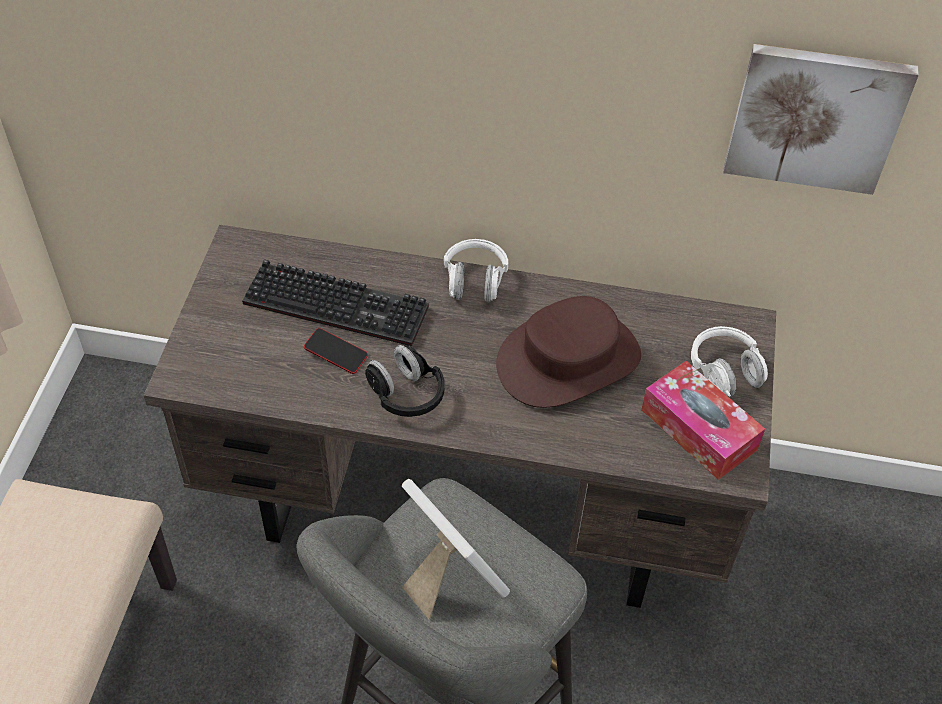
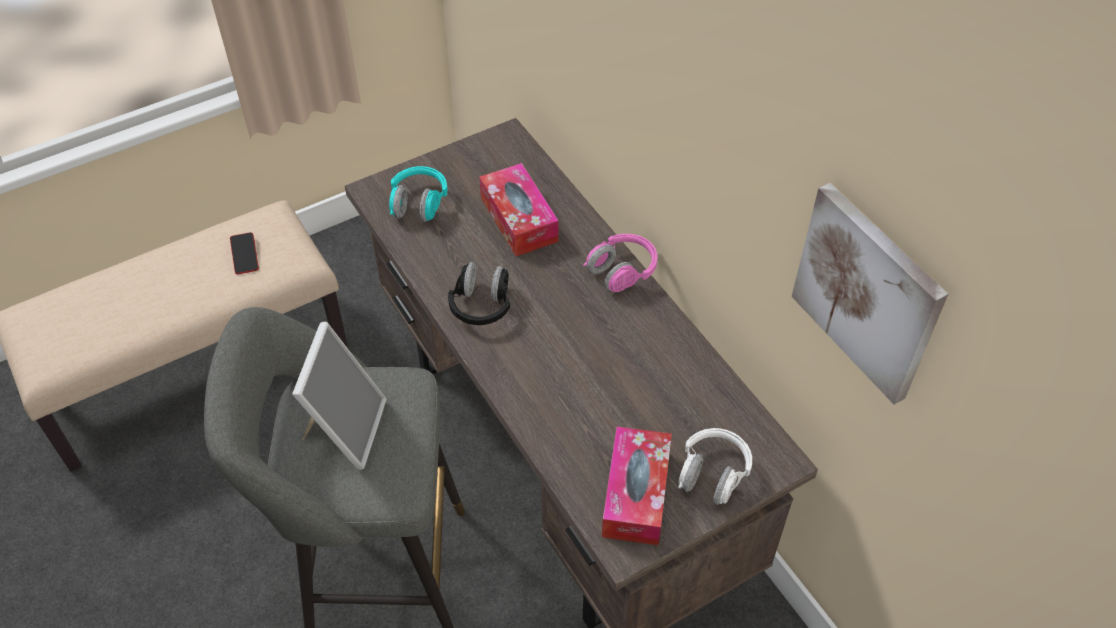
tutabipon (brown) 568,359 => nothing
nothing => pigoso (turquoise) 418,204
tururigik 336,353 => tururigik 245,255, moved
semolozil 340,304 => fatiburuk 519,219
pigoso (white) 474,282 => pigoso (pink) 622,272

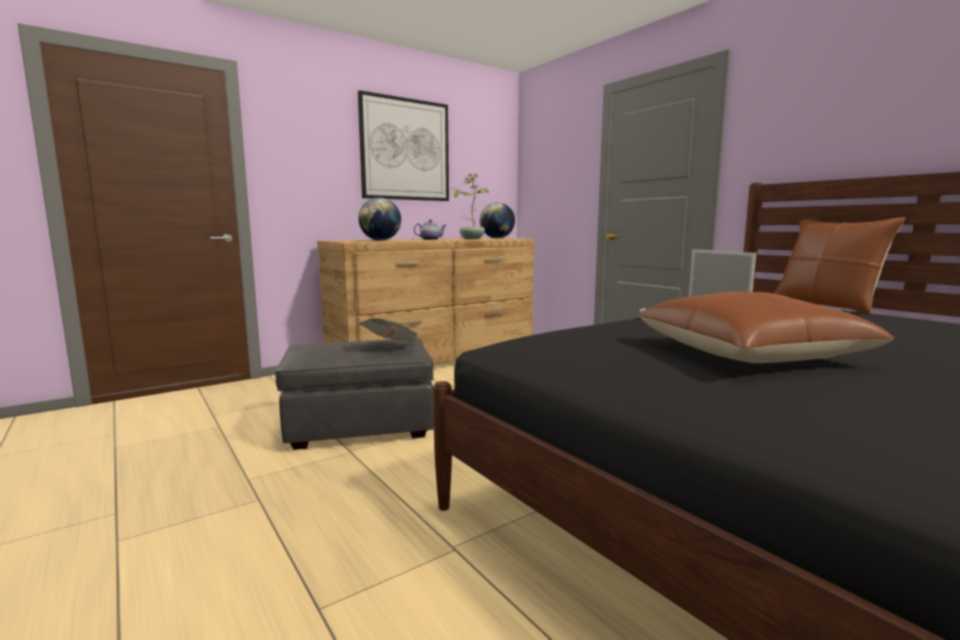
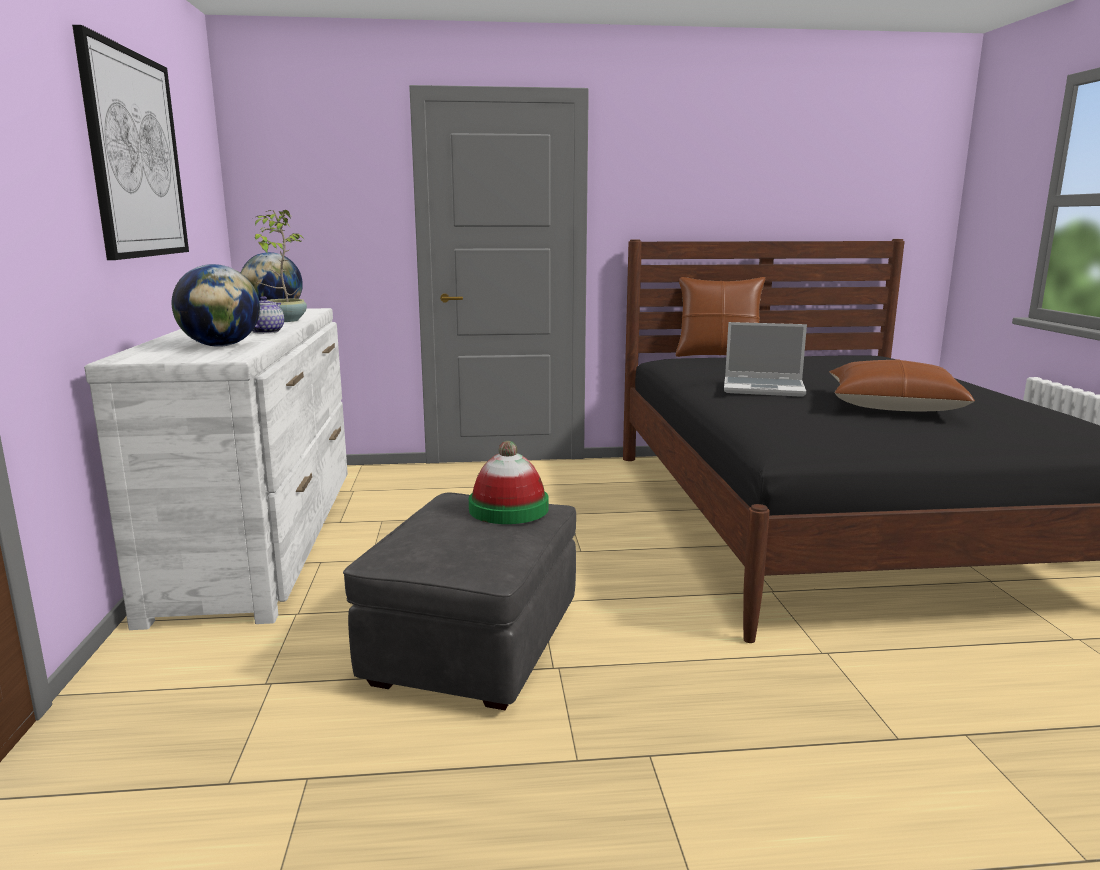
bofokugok 392,347 => tutabipon 508,509
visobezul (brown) 436,359 => visobezul (white) 263,537

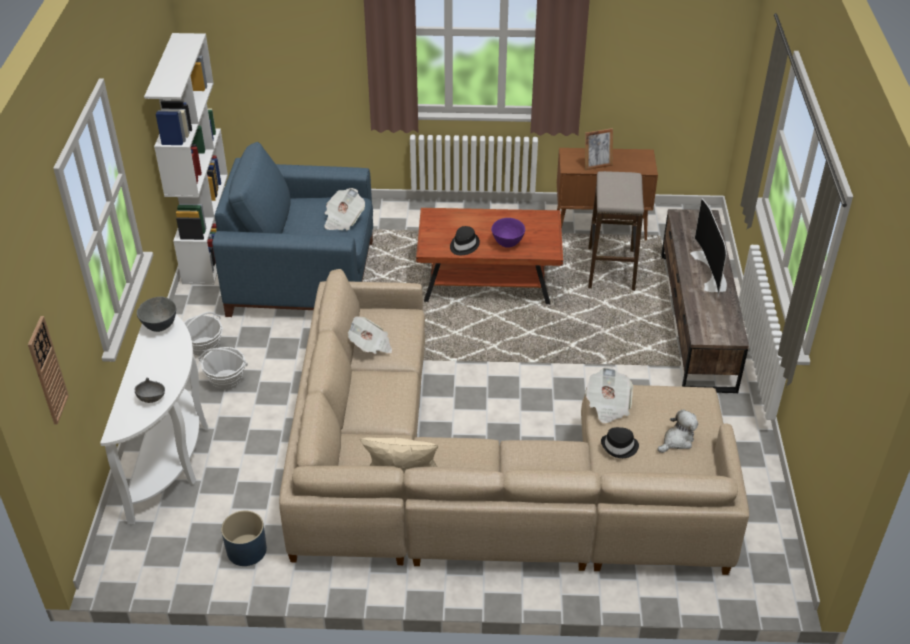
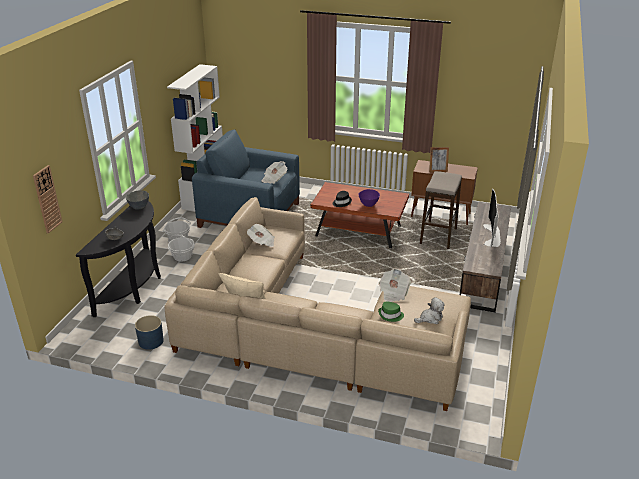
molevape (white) 173,455 => molevape (black) 134,287
tutabipon (black) 619,446 => tutabipon (green) 390,315

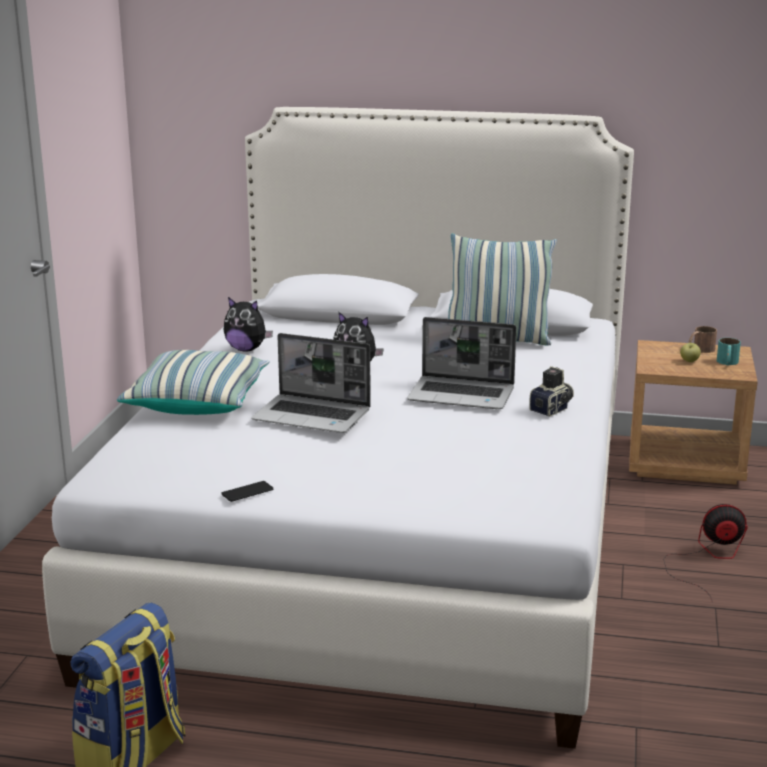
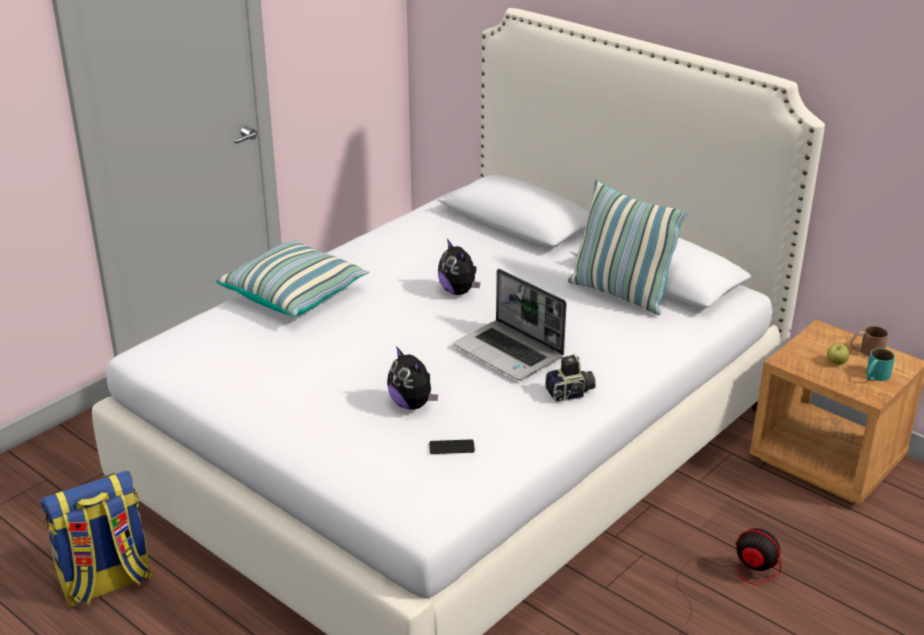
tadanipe 313,416 => nothing
tururigik 247,492 => tururigik 451,447, moved
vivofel 247,349 => vivofel 412,404, moved

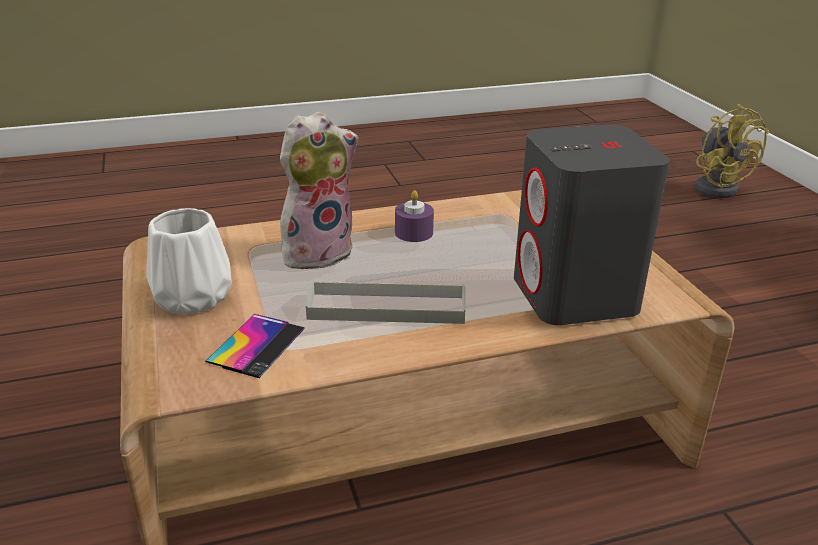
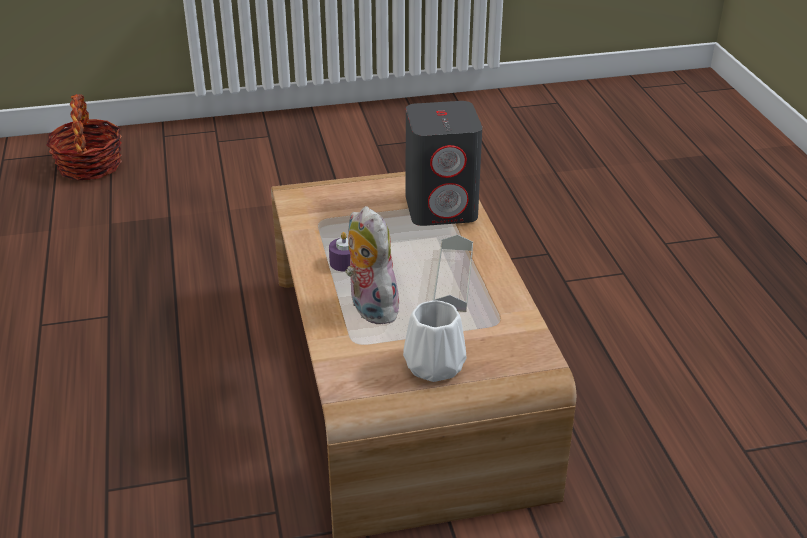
tururigik 256,345 => nothing
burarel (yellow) 717,186 => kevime 89,166

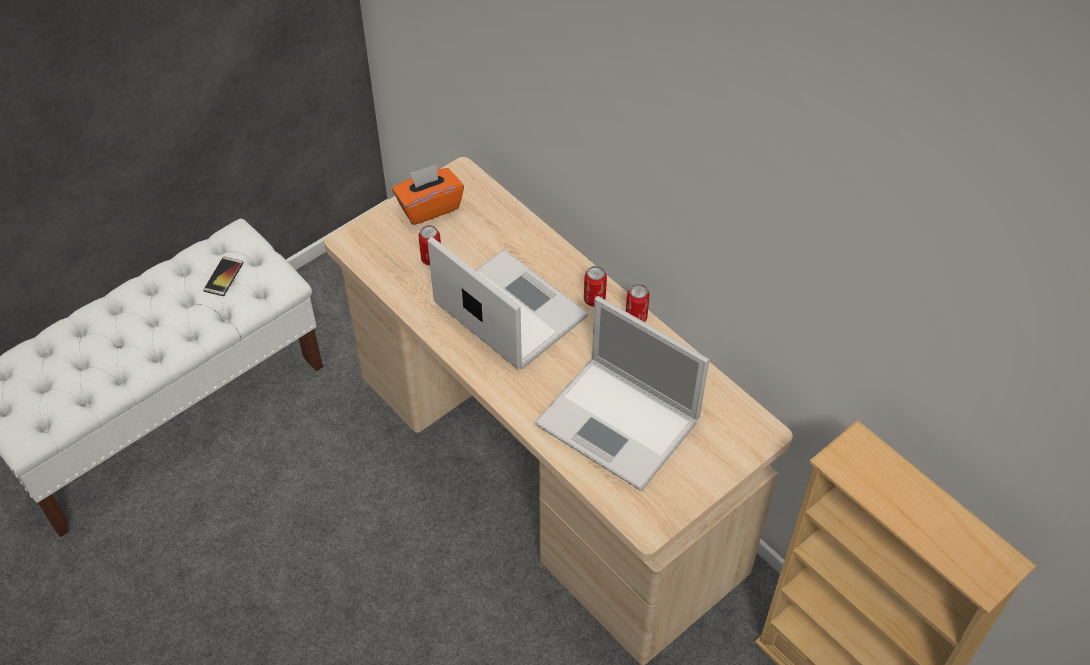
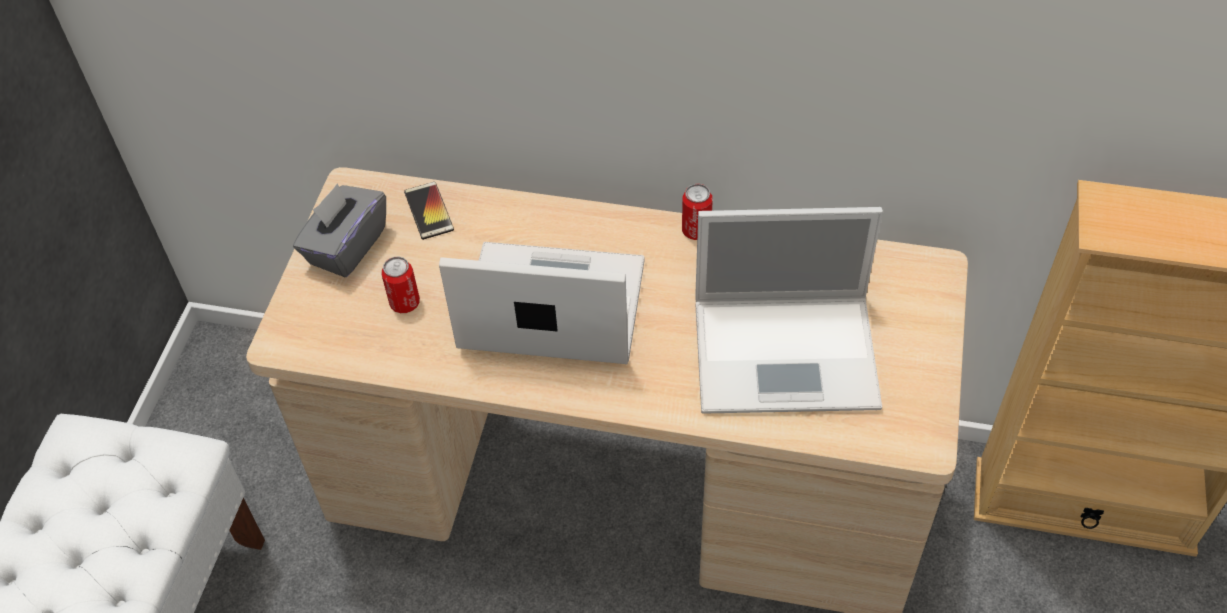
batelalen 594,299 => nothing
tururigik 223,277 => tururigik 429,211, moved
fatiburuk (orange) 429,207 => fatiburuk (grey) 346,247

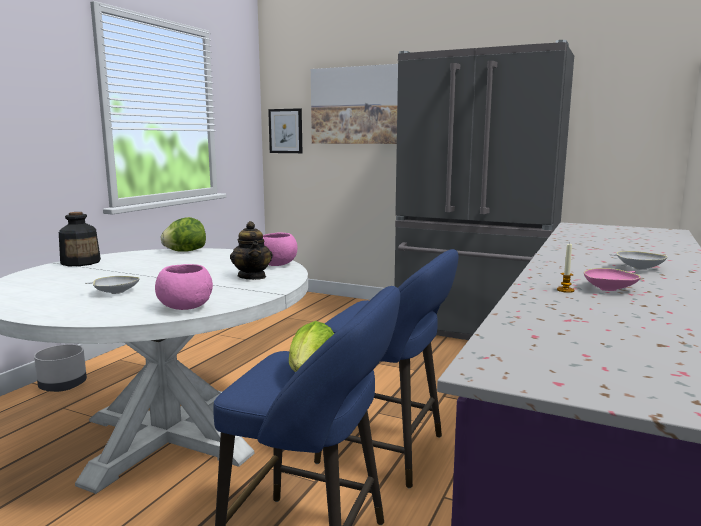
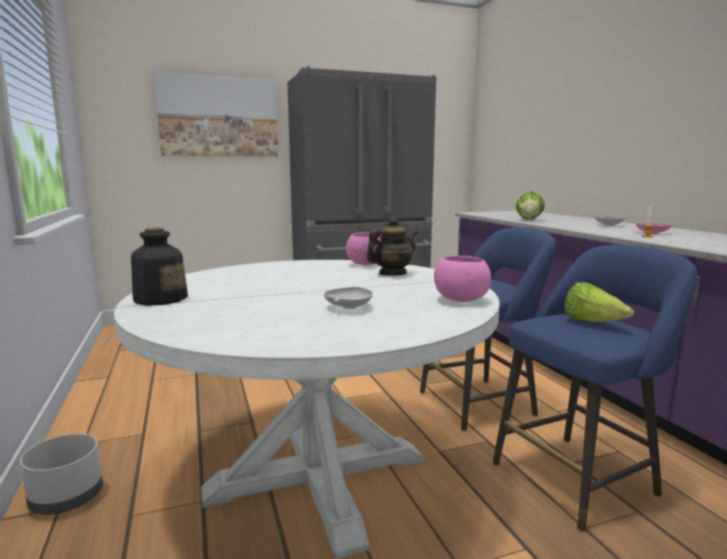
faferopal 285,131 => nothing
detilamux 185,251 => detilamux 529,219, moved
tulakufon 252,277 => tulakufon 392,274, 60 degrees counterclockwise

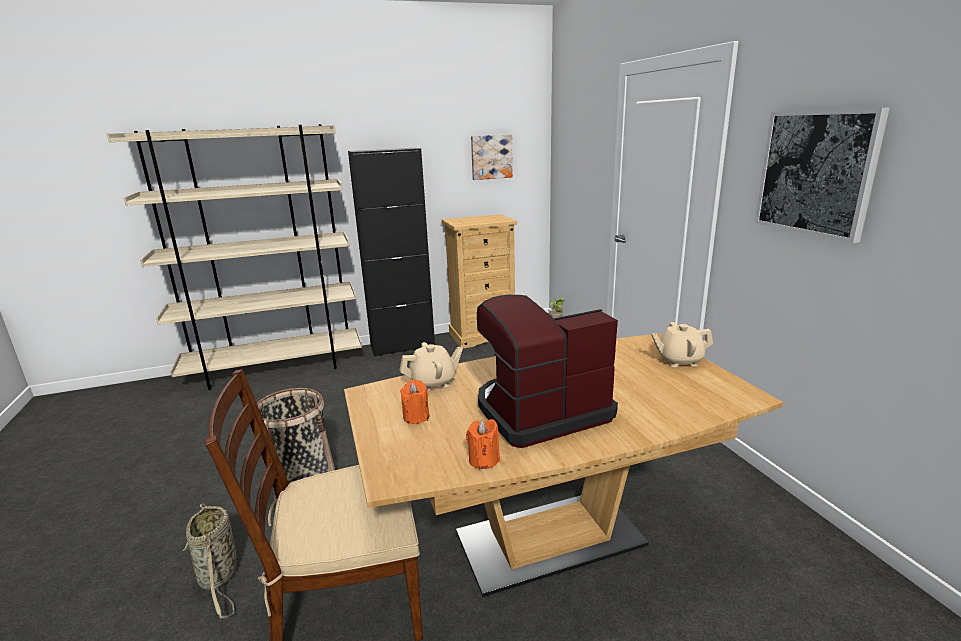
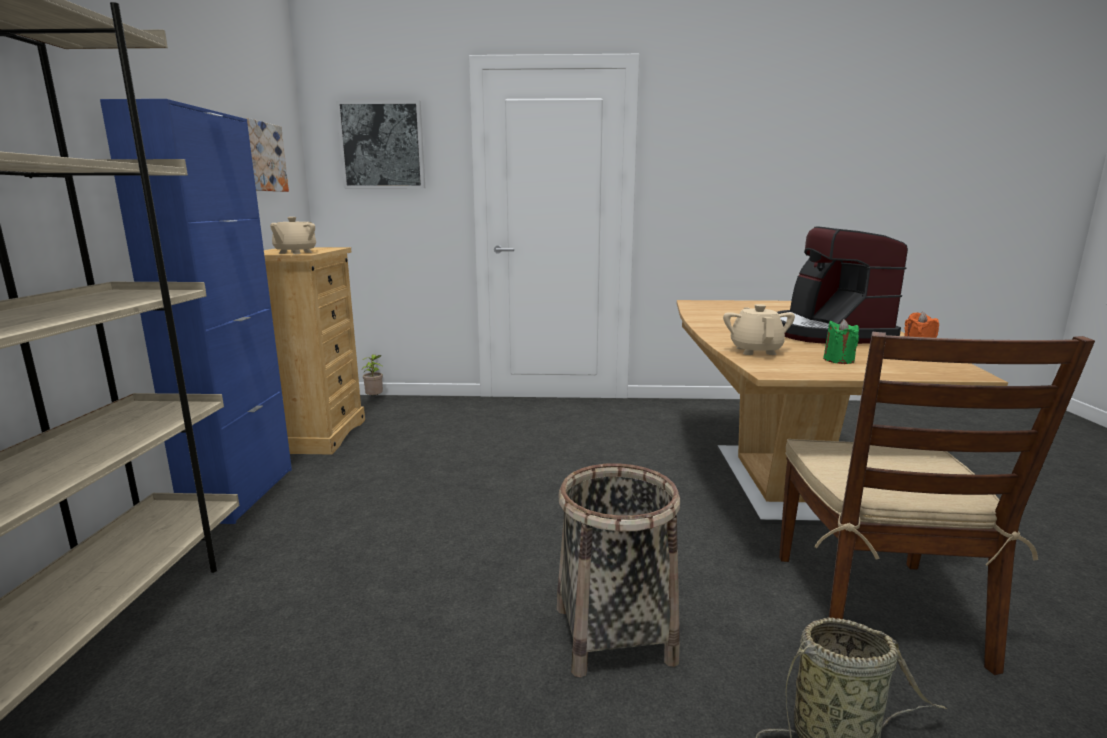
tulakufon (beige) 679,361 => tulakufon (beige) 295,253, moved
faferopal 816,172 => faferopal 382,145, moved
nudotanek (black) 402,346 => nudotanek (blue) 240,494
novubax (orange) 416,417 => novubax (green) 838,360

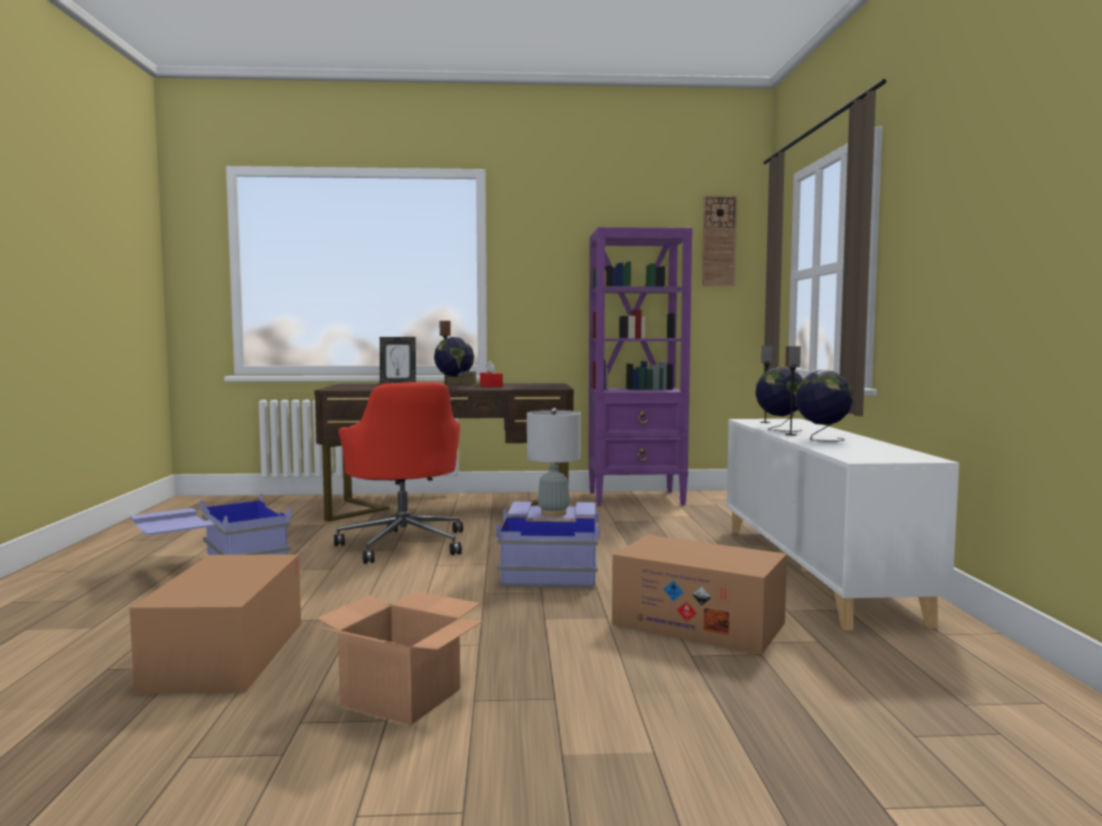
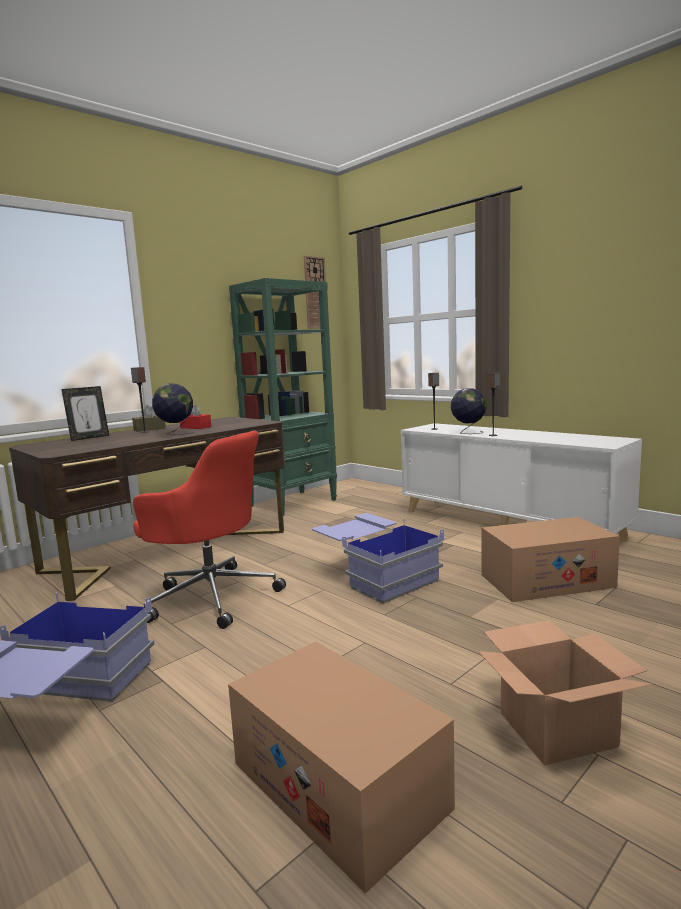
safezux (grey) 554,513 => nothing
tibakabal 822,439 => nothing
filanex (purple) 637,498 => filanex (green) 293,503

